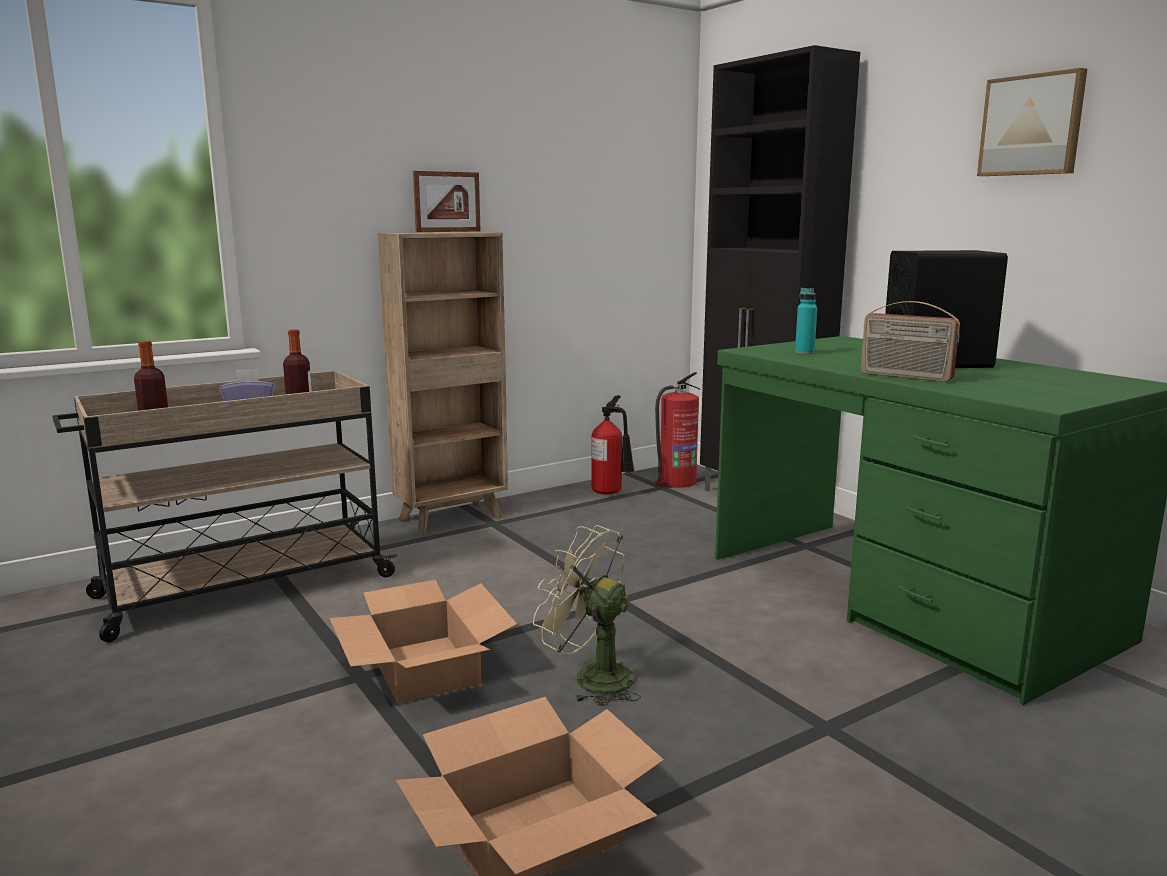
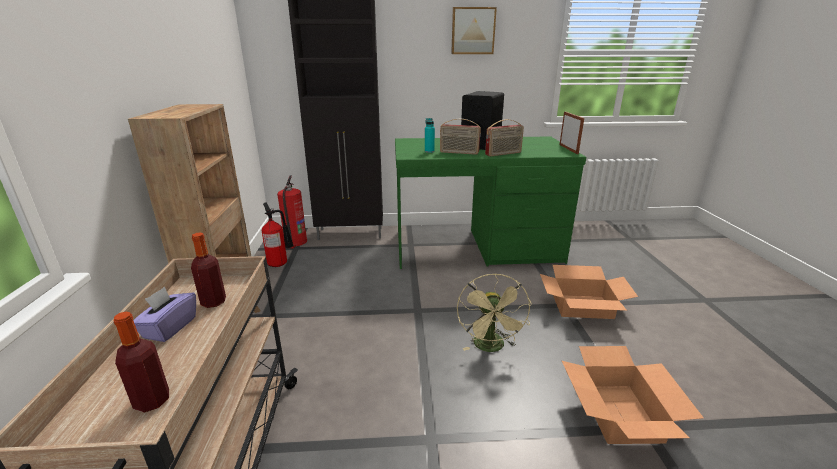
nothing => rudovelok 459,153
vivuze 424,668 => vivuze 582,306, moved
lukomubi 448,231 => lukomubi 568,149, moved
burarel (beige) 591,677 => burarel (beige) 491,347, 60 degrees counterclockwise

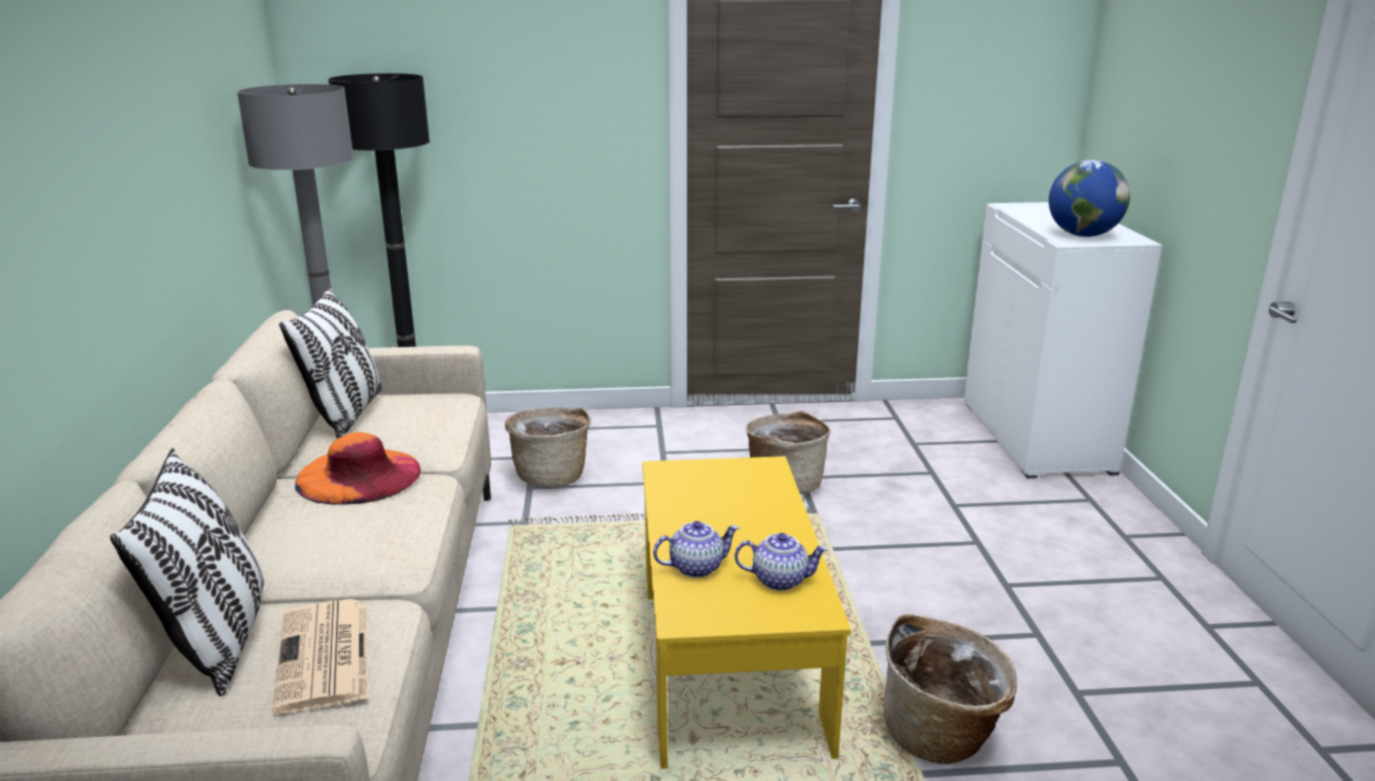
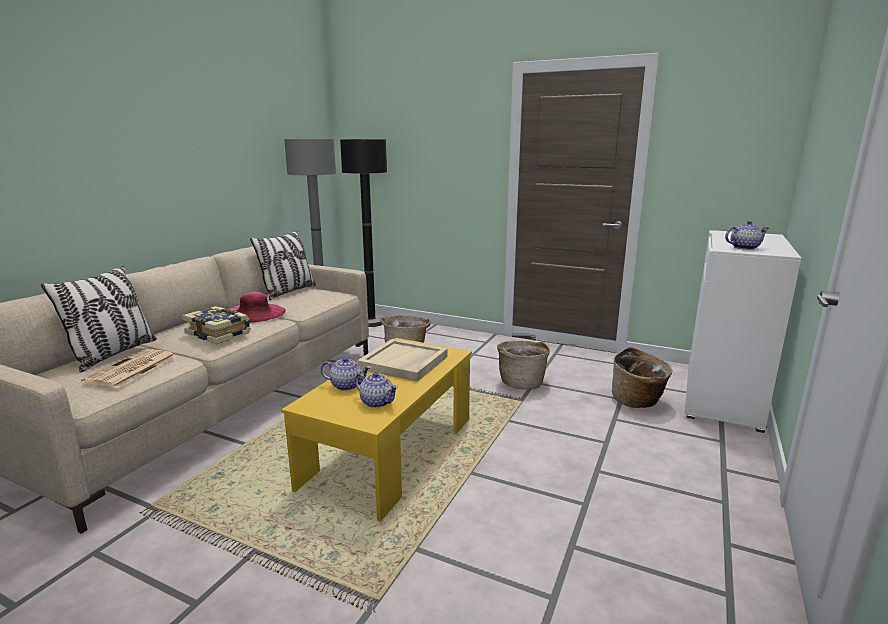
nothing => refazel 219,334
nothing => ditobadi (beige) 404,363
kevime 941,735 => kevime 637,401, moved
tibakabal 1082,235 => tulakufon 744,248
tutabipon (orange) 359,475 => tutabipon (pink) 254,313

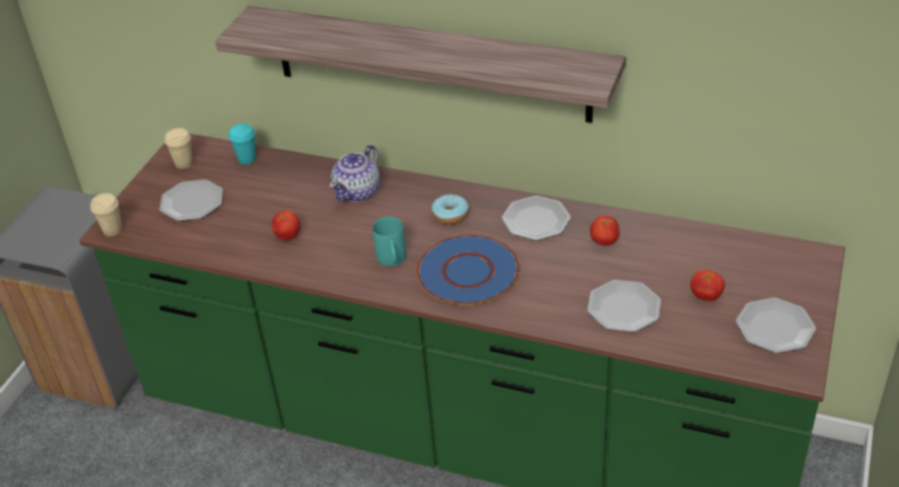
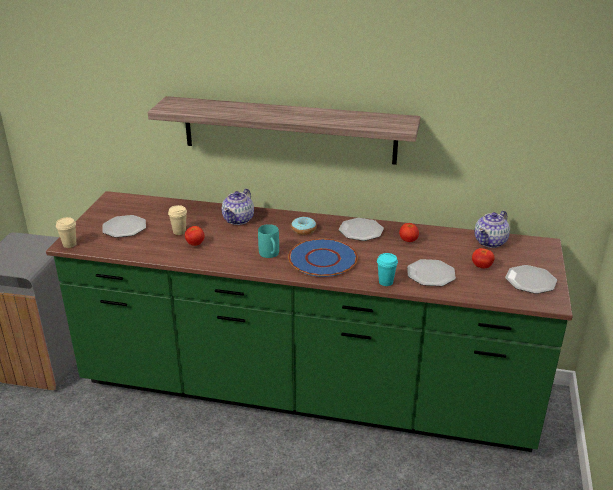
nothing => tulakufon 490,242
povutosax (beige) 184,163 => povutosax (beige) 179,232, moved
povutosax (turquoise) 247,159 => povutosax (turquoise) 385,282, moved

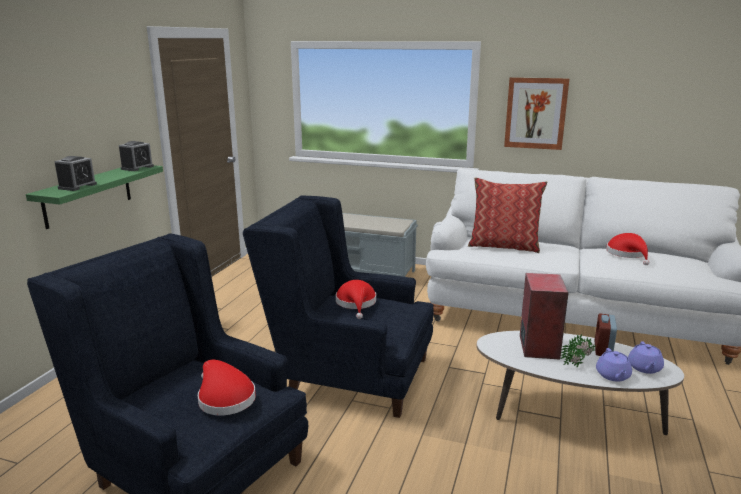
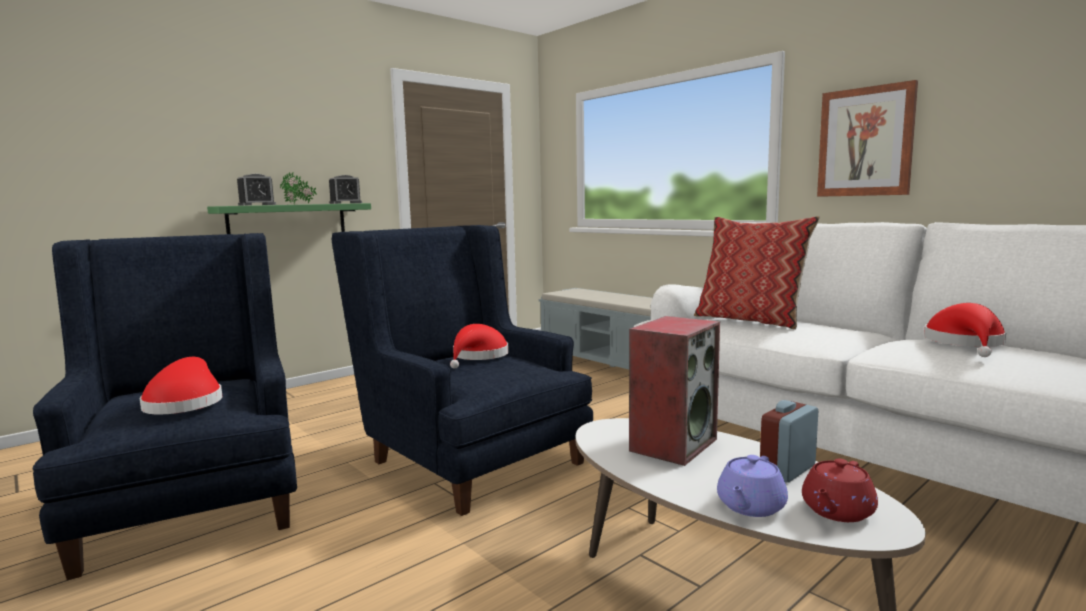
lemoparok 578,365 => lemoparok 299,204, moved
tulakufon (purple) 644,368 => tulakufon (red) 837,511

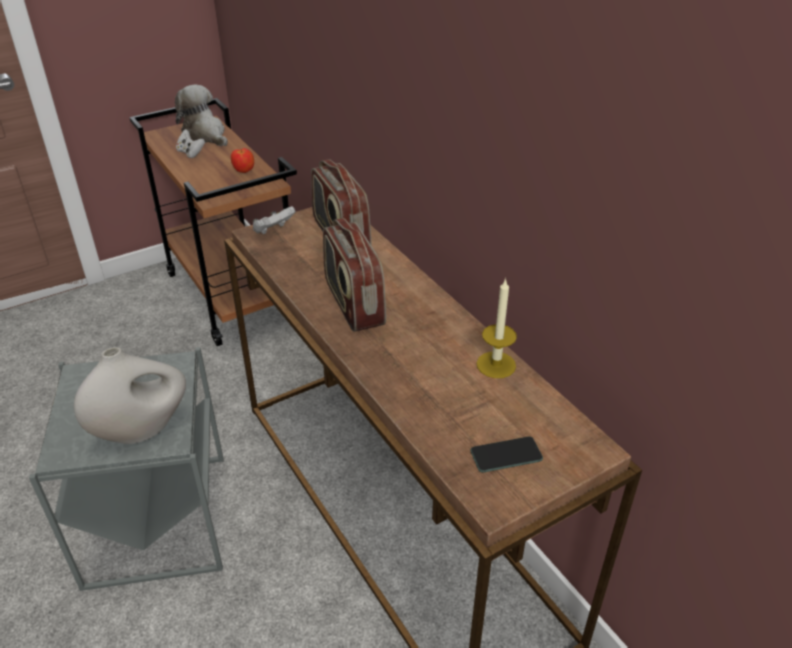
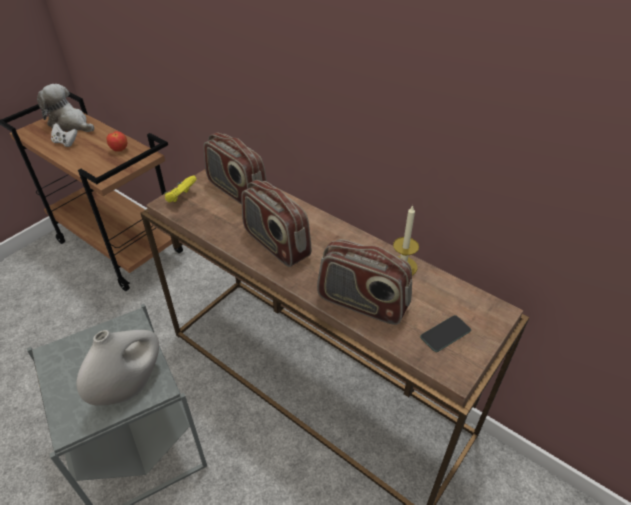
nothing => rudovelok 362,303
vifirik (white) 273,231 => vifirik (yellow) 181,197

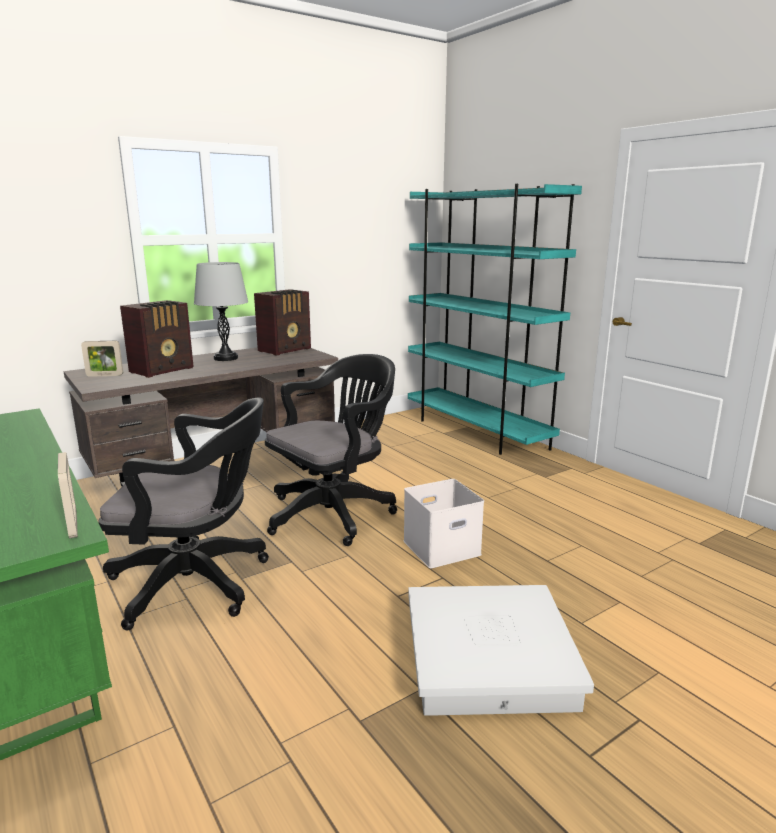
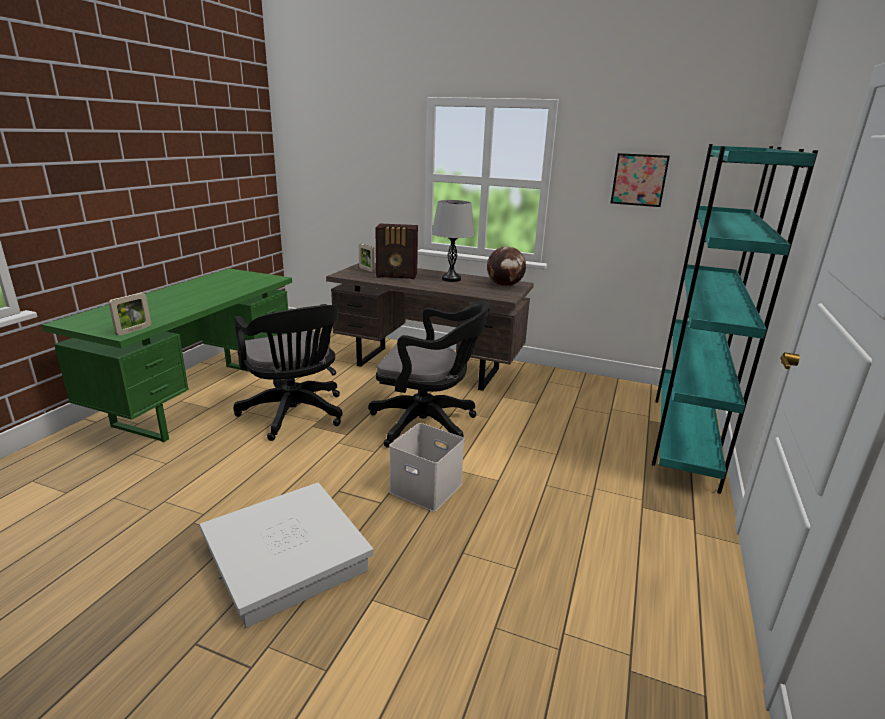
nothing => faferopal 639,180
rudovelok 286,350 => tibakabal 505,285

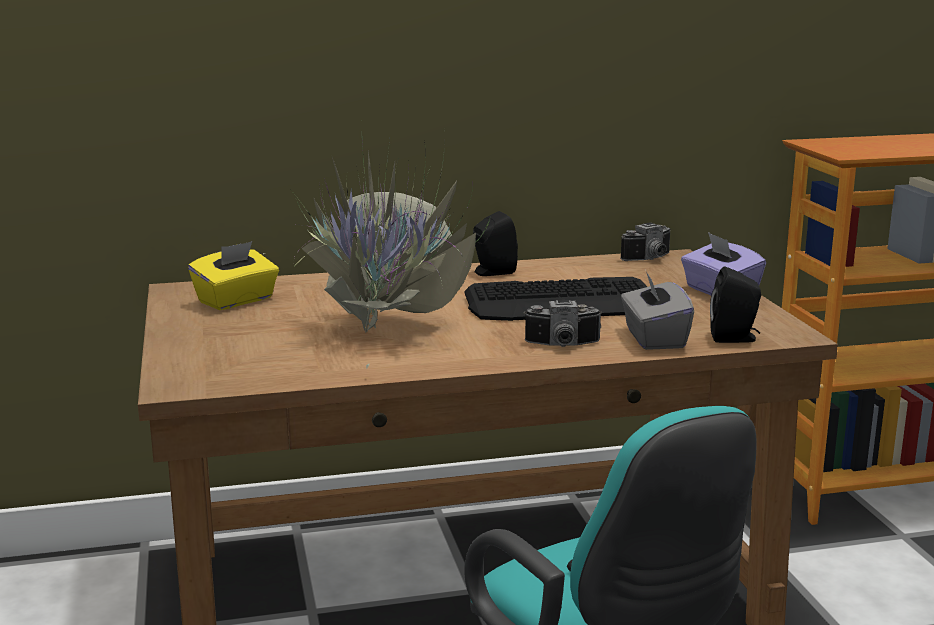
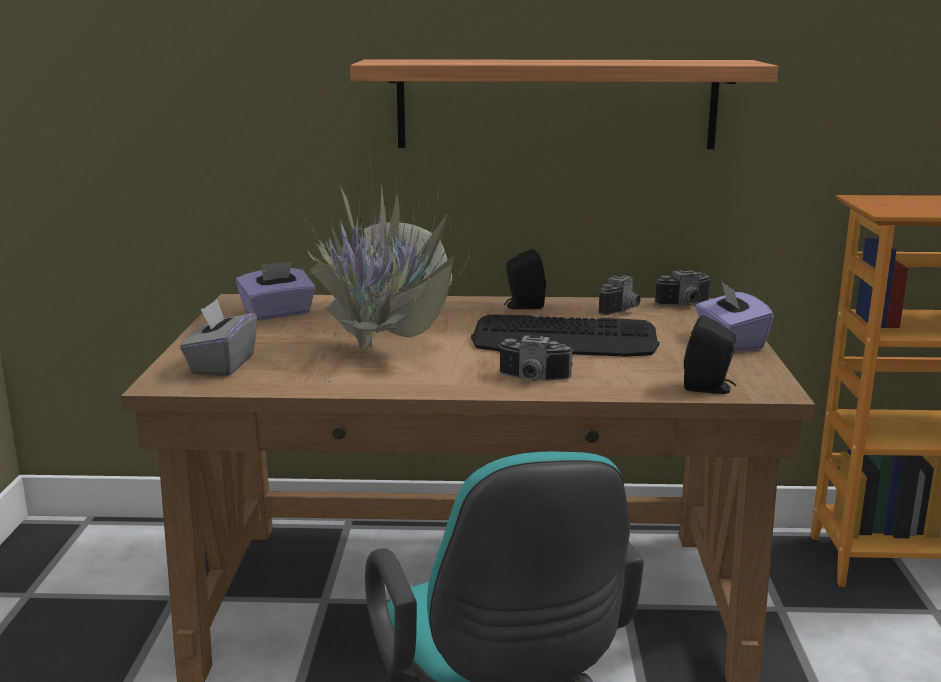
nothing => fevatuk 556,104
nothing => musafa 623,310
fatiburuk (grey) 653,338 => fatiburuk (grey) 221,365, moved
fatiburuk (yellow) 236,301 => fatiburuk (purple) 278,314

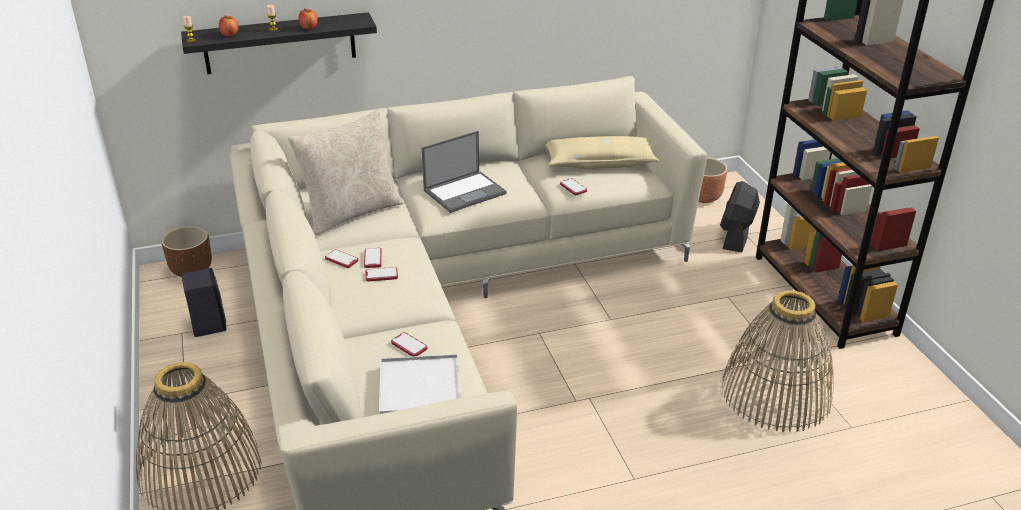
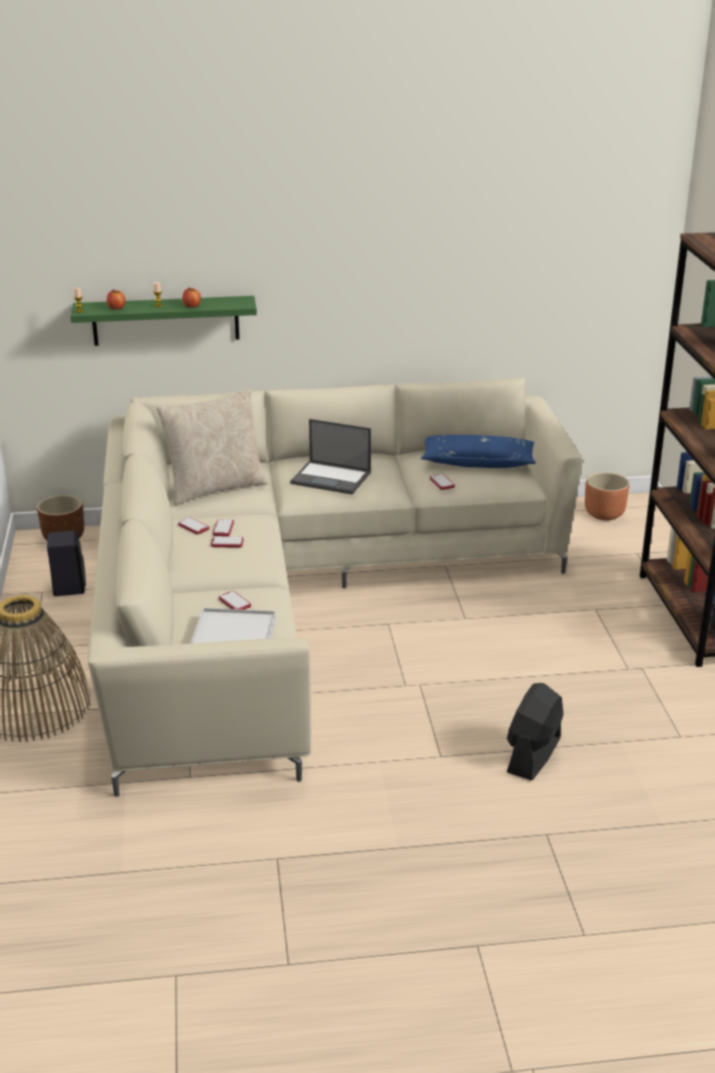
kevime 775,394 => nothing
burarel (black) 736,236 => burarel (black) 533,755, moved
fevatuk (black) 280,43 => fevatuk (green) 165,320
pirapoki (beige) 599,162 => pirapoki (blue) 477,462
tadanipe 465,191 => tadanipe 332,478, 45 degrees clockwise

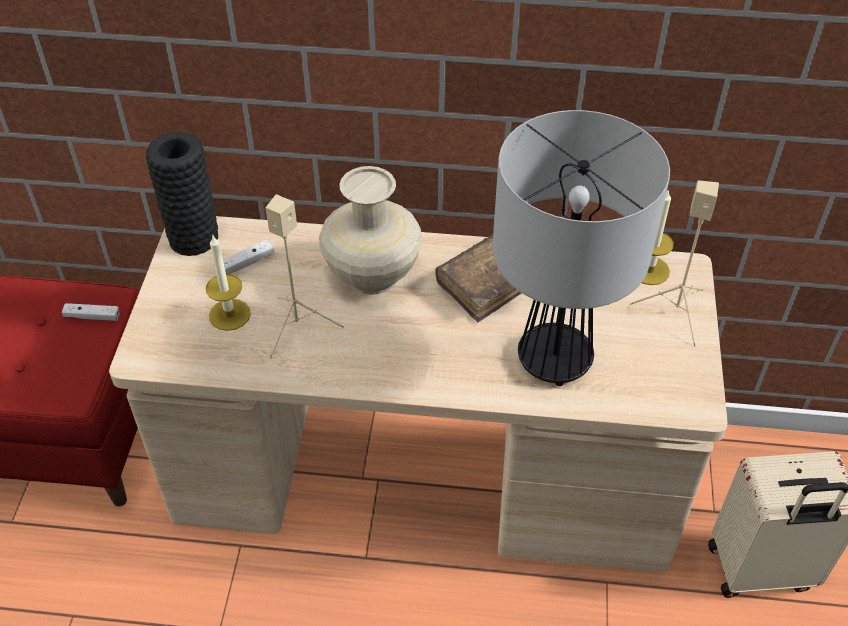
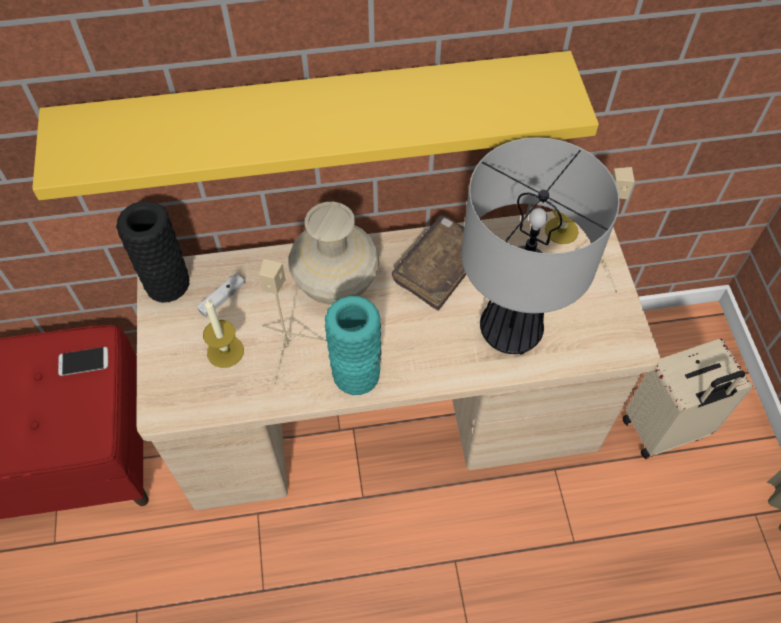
nothing => fevatuk (yellow) 315,114
nothing => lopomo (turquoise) 356,374
vifirik (white) 92,316 => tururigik 83,361

